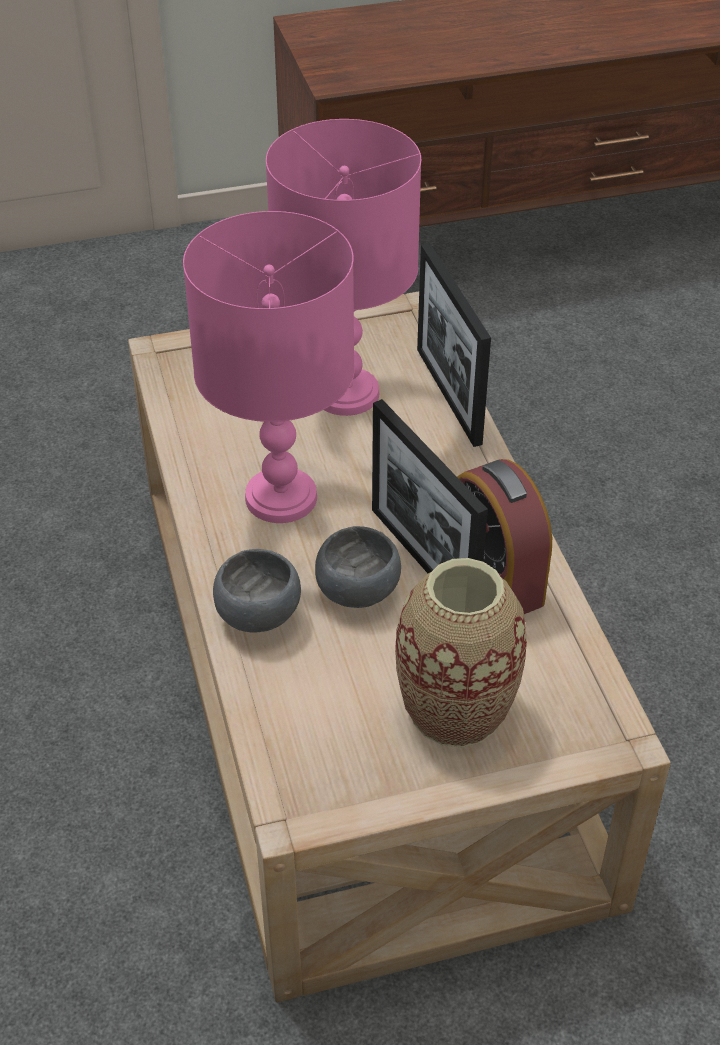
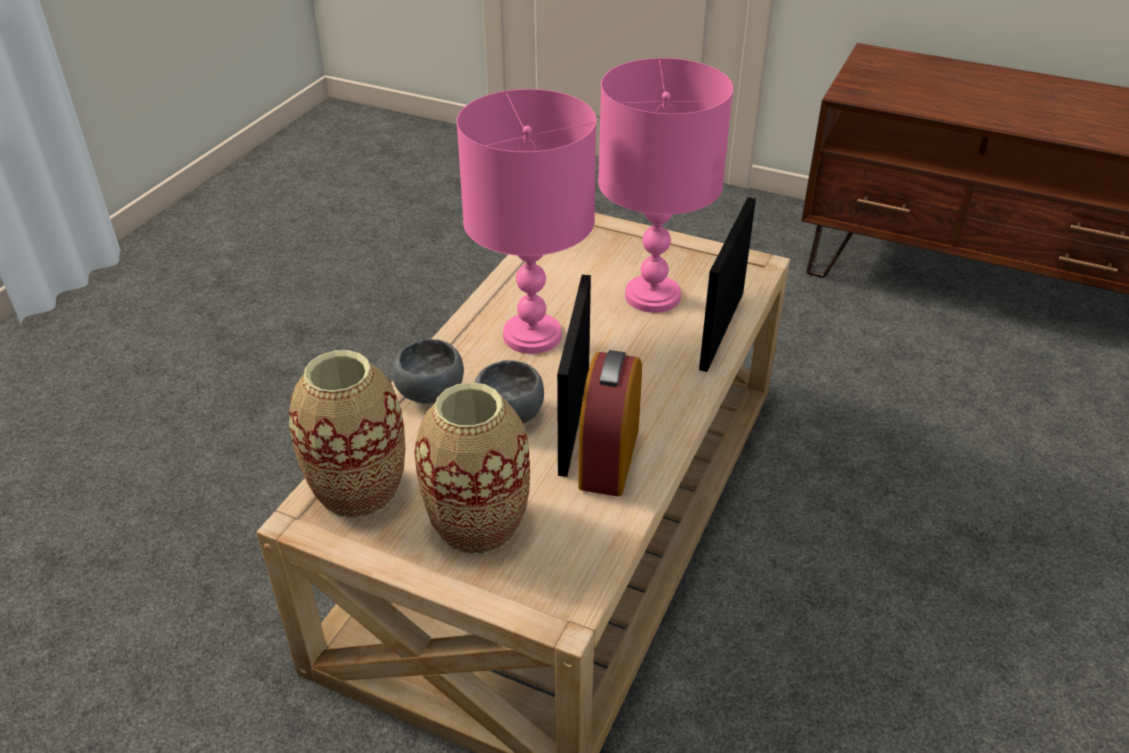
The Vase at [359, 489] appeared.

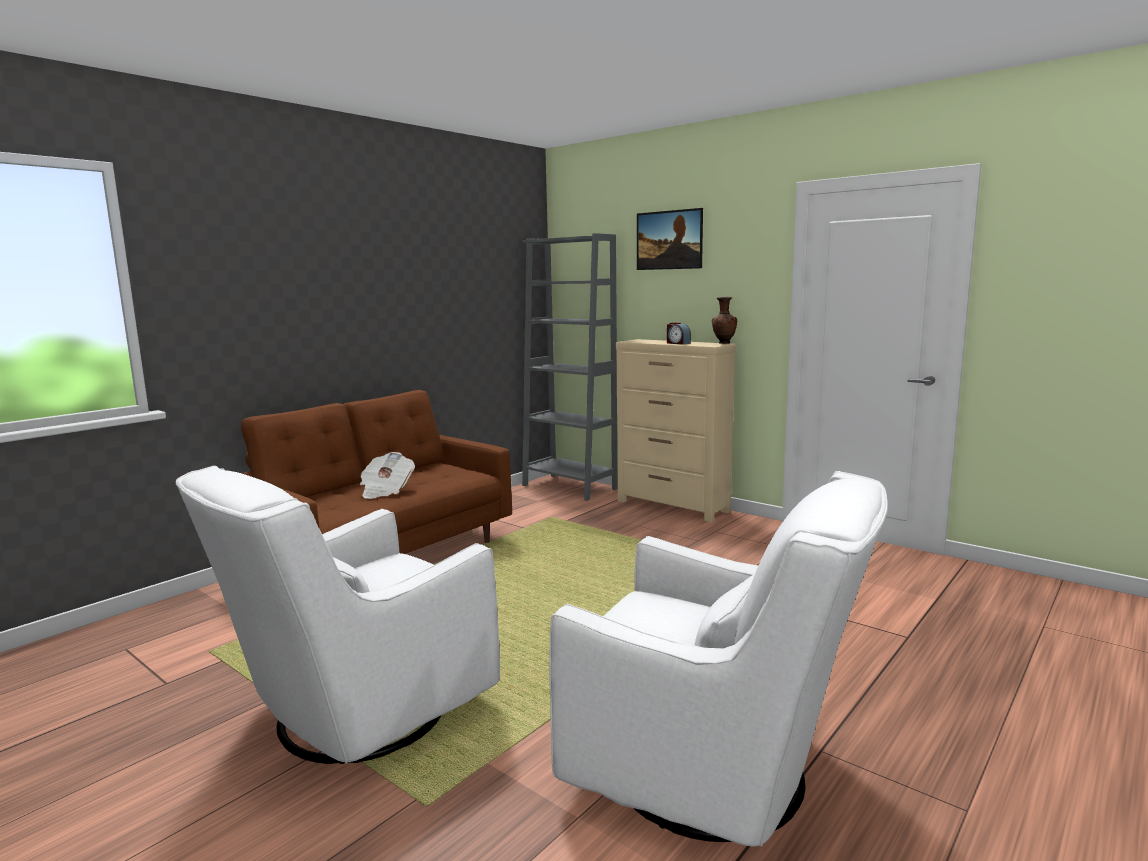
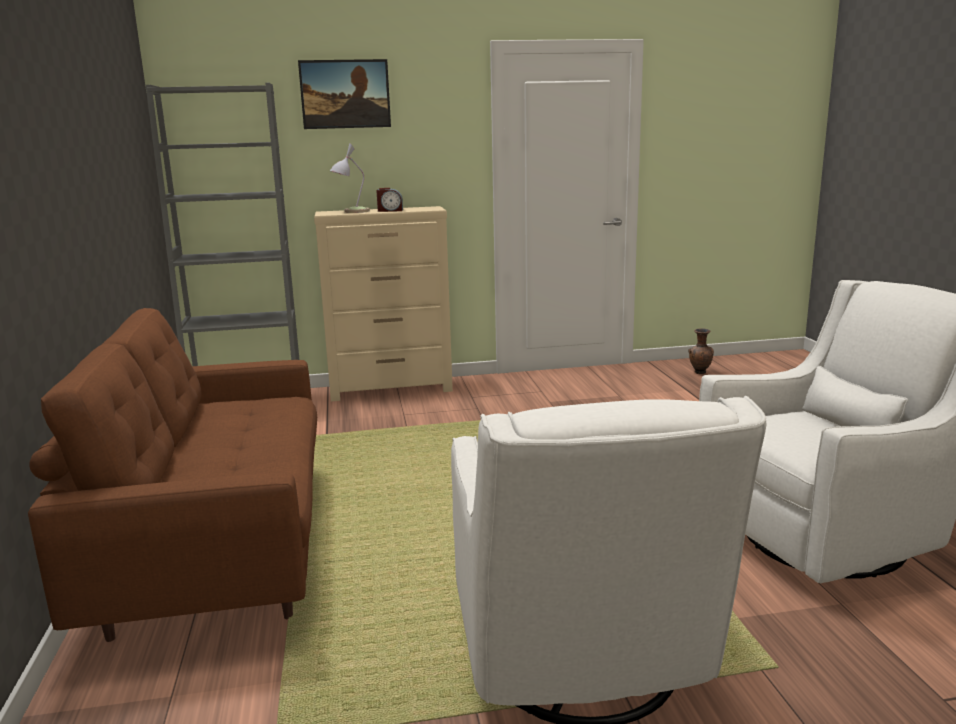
The Newspaper at [386, 490] disappeared. The TableLamp at [351, 212] appeared. The BrownVase moved from [723, 343] to [699, 373].

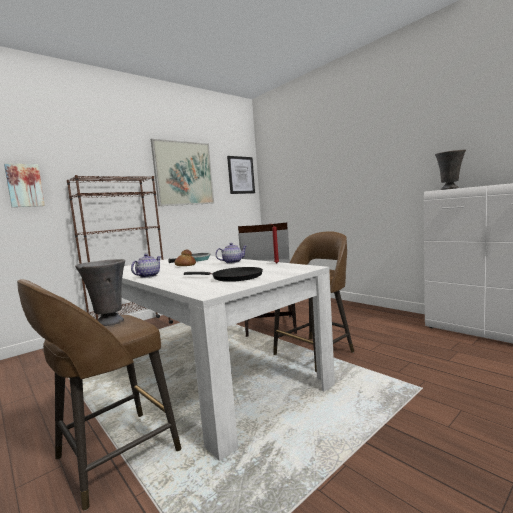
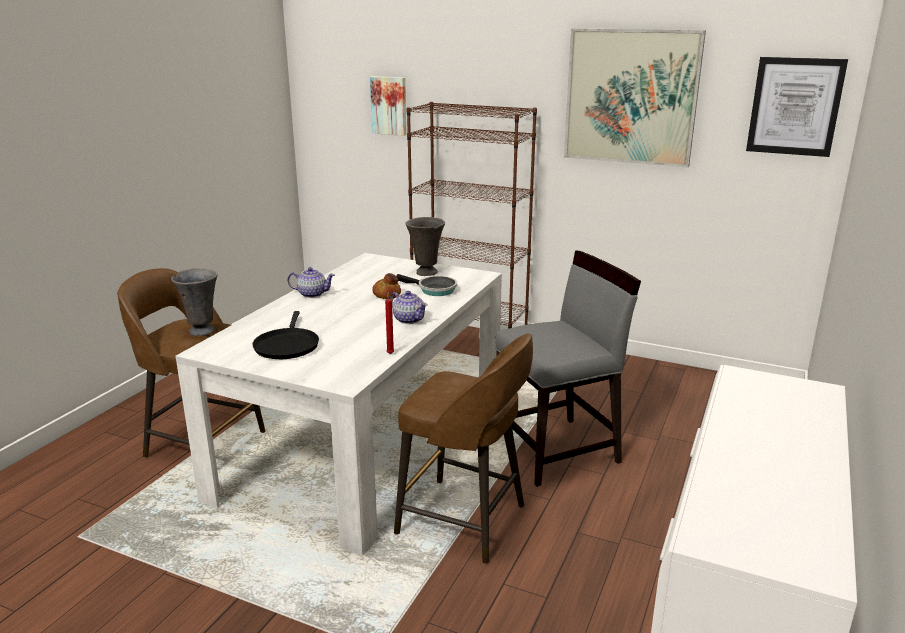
The GreyVase moved from [450, 189] to [425, 273].

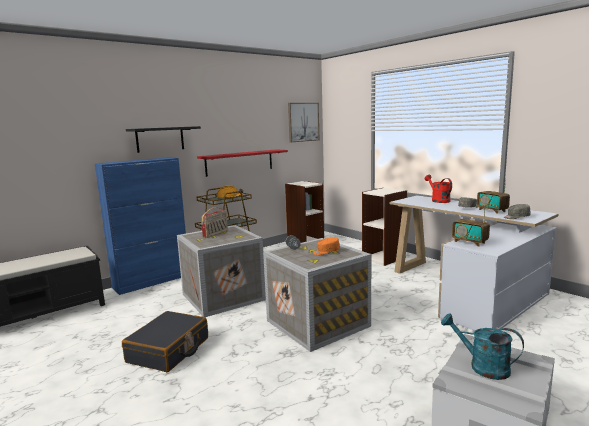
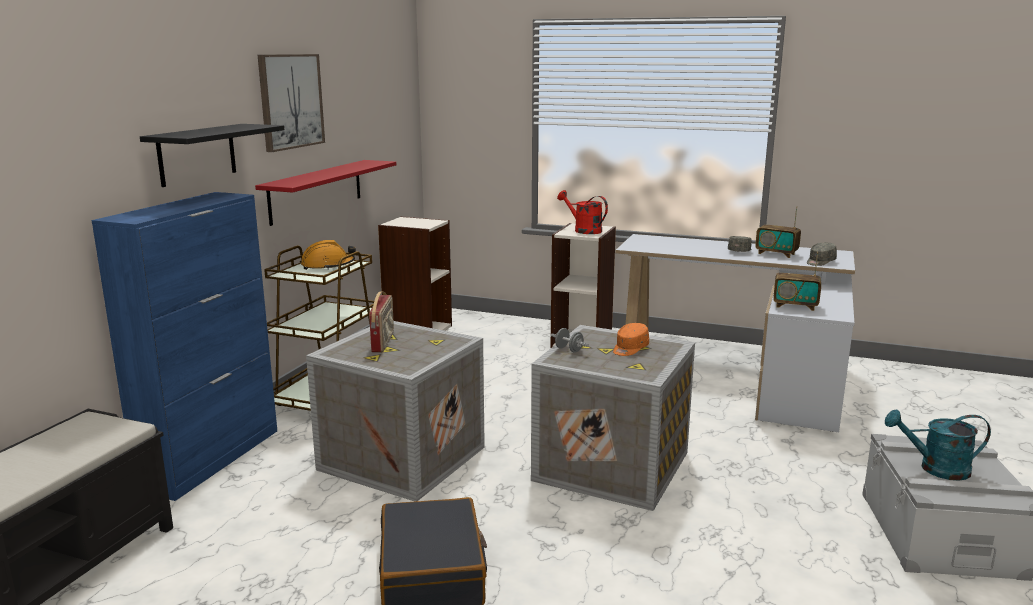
The Picture moved from [303, 122] to [290, 101]. The RedWateringCan moved from [438, 200] to [583, 230].

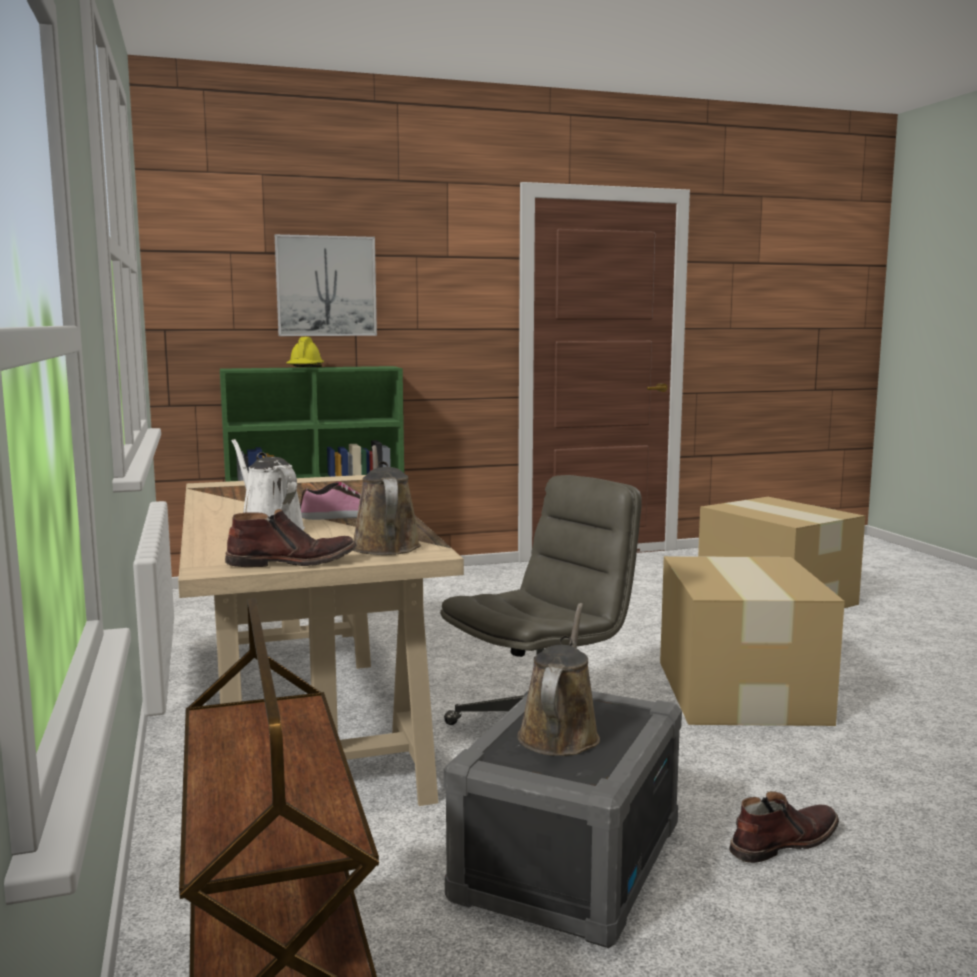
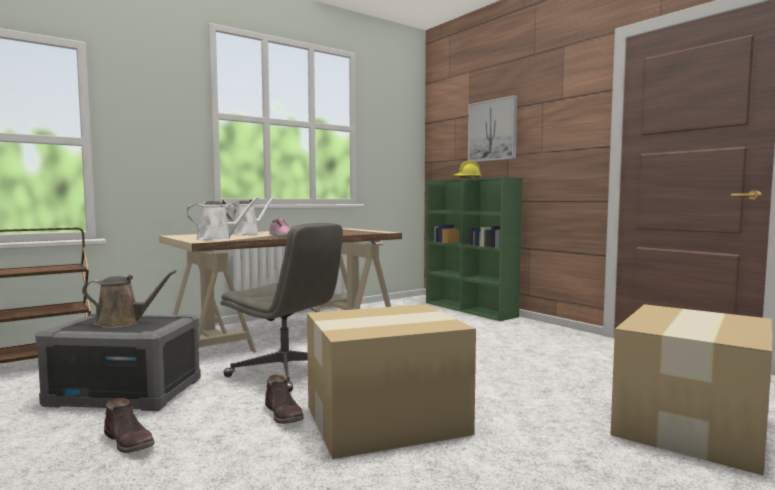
The BrownBoot moved from [292, 562] to [284, 414]. The BrownWateringCan at [384, 545] became the WhiteWateringCan at [218, 239].

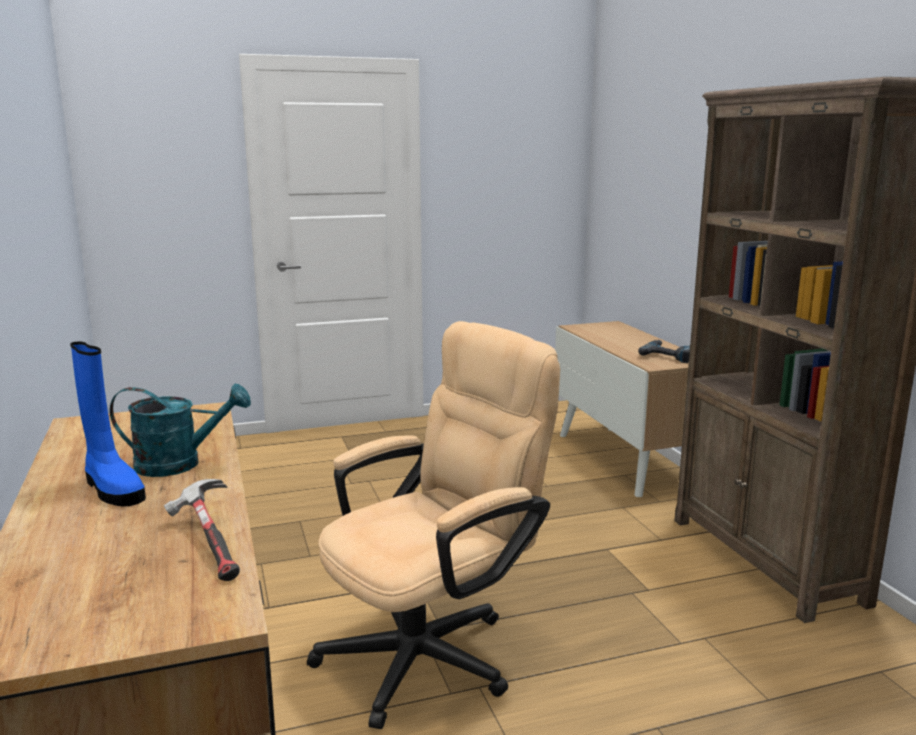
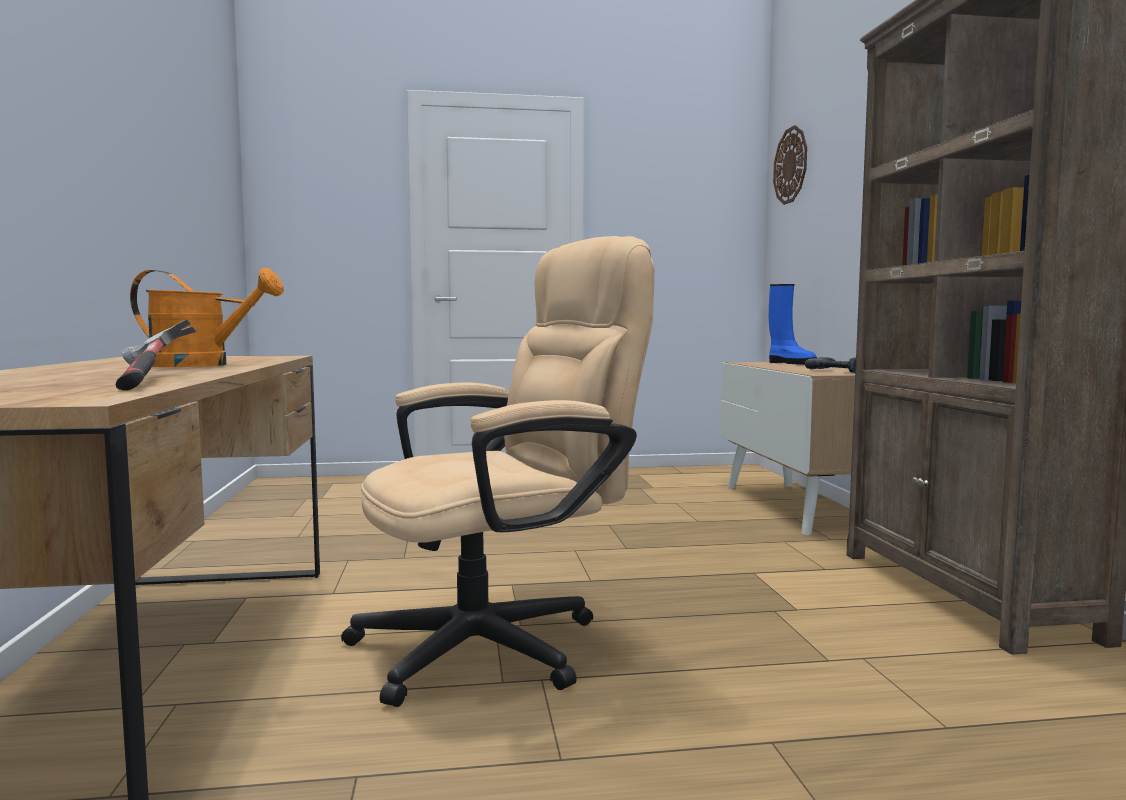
The WallClock at [791, 165] appeared. The BlueBoot moved from [112, 489] to [790, 363]. The TurquoiseWateringCan at [180, 464] became the OrangeWateringCan at [203, 365].

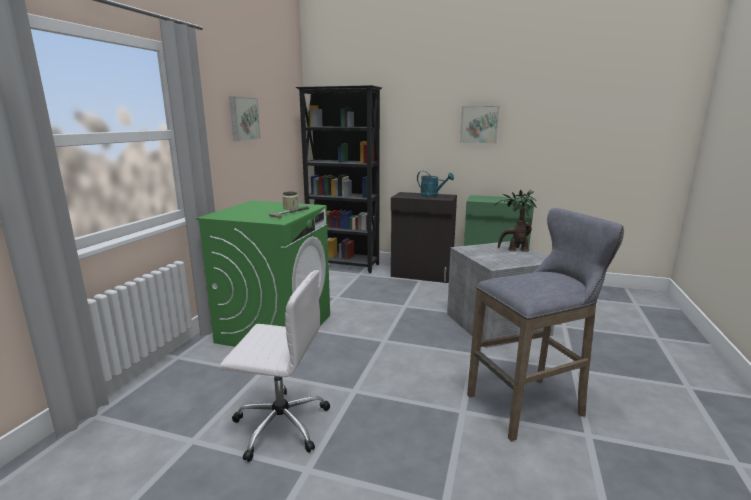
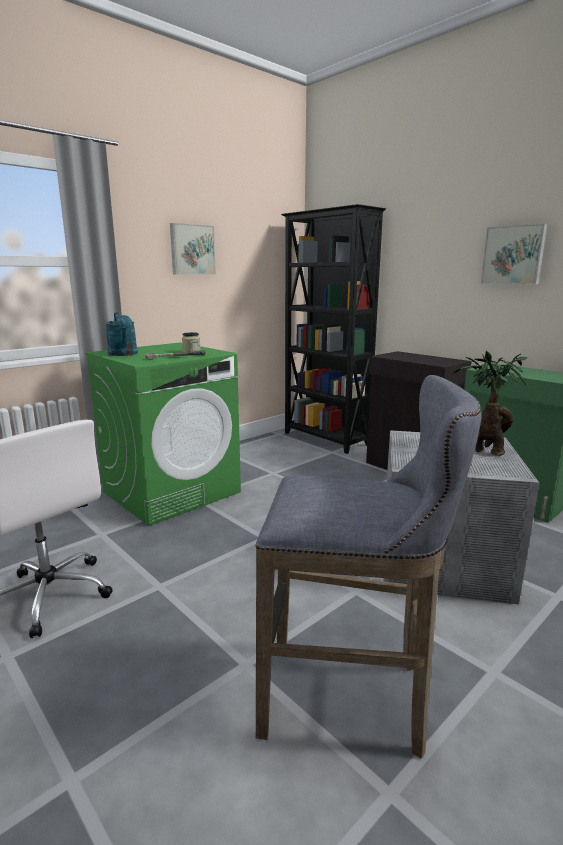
The TurquoiseWateringCan moved from [432, 196] to [124, 354].

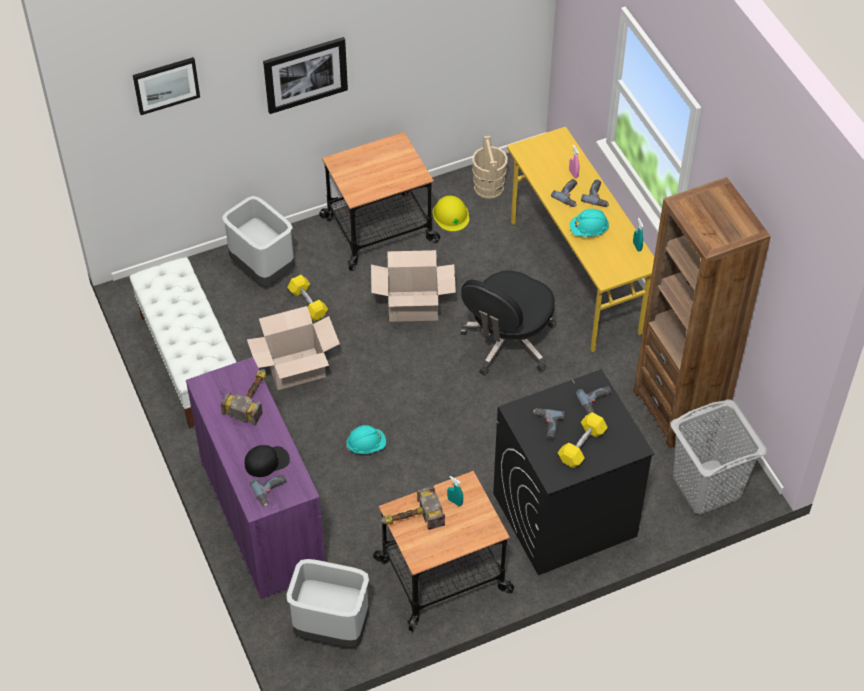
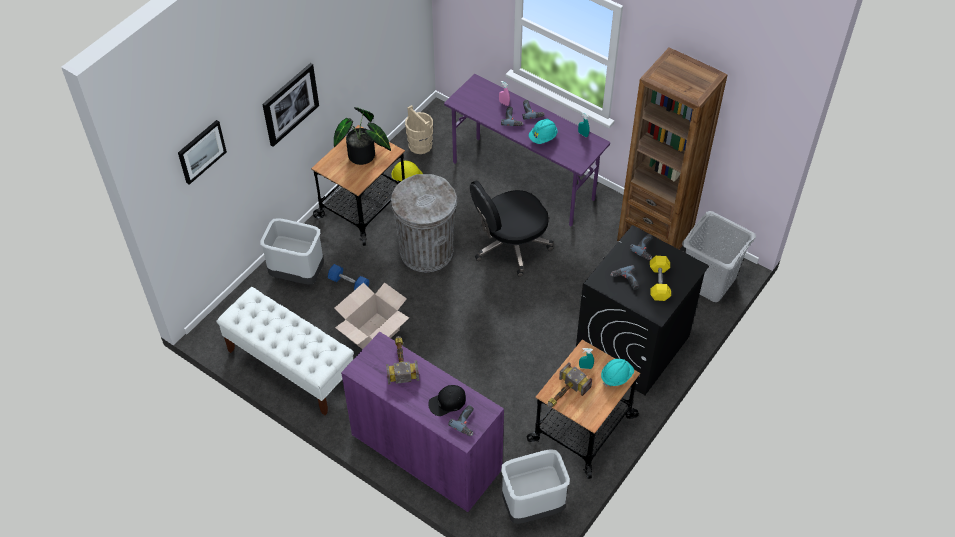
The PottedPlant at [363, 157] appeared. The TurquoiseHardHat moved from [366, 445] to [616, 376]. The CardboardBox at [413, 306] was replaced by the GreyTrashCan at [426, 251]. The YellowDumbbell at [308, 303] became the BlueDumbbell at [349, 283]. The YellowDesk at [575, 277] became the PurpleDesk at [524, 181]. The BlackCap at [267, 461] turned 150 degrees counterclockwise. The BlackOfficeChair at [507, 342] turned 60 degrees clockwise.

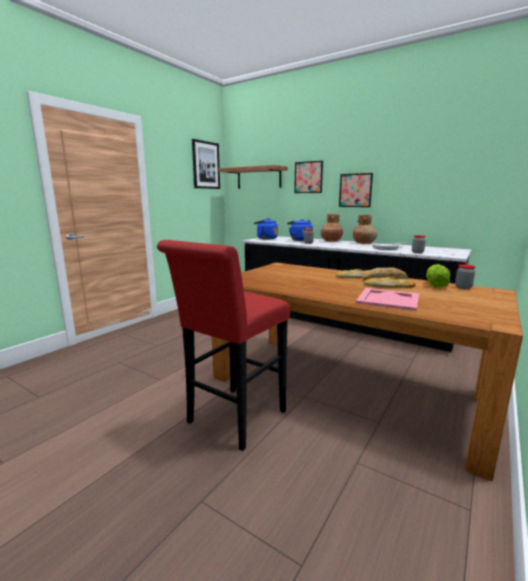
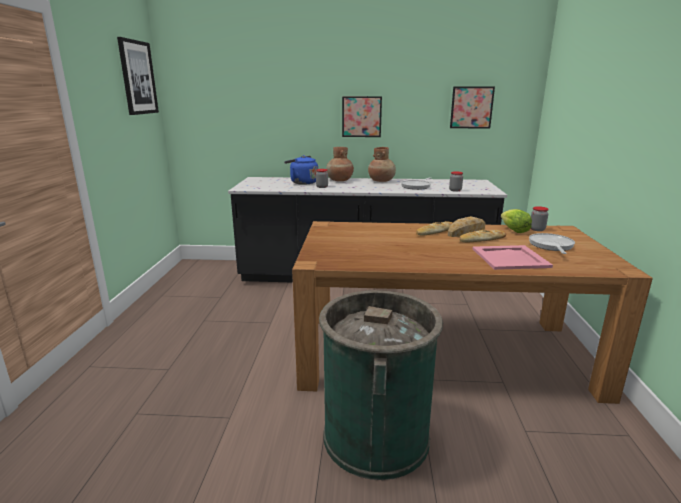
The Shelf at [259, 178] disappeared. The BlueKettle at [265, 238] disappeared. The FryingPan at [551, 246] appeared. The Picture moved from [308, 177] to [471, 107]. The RedStool at [232, 420] was replaced by the GreenTrashCan at [376, 436].

